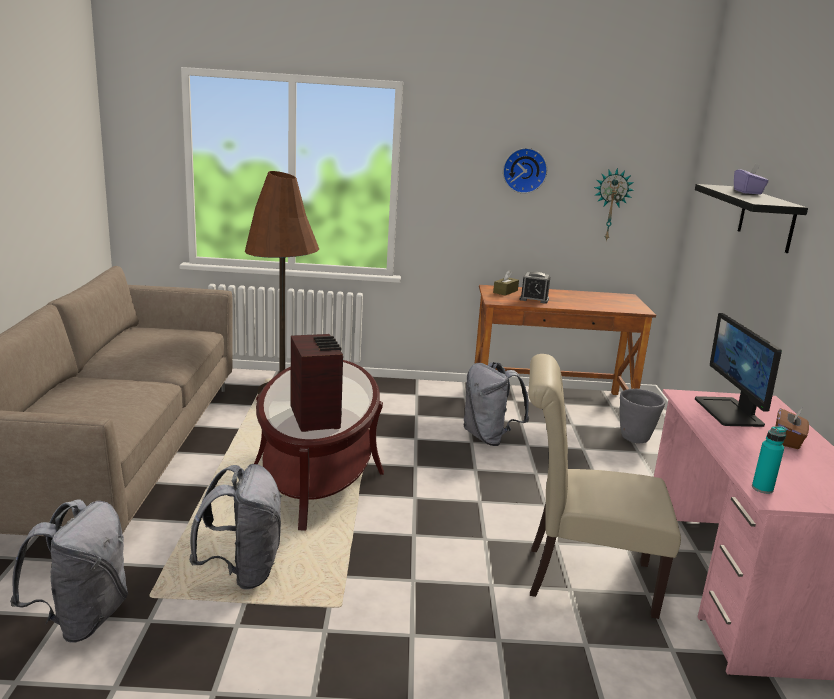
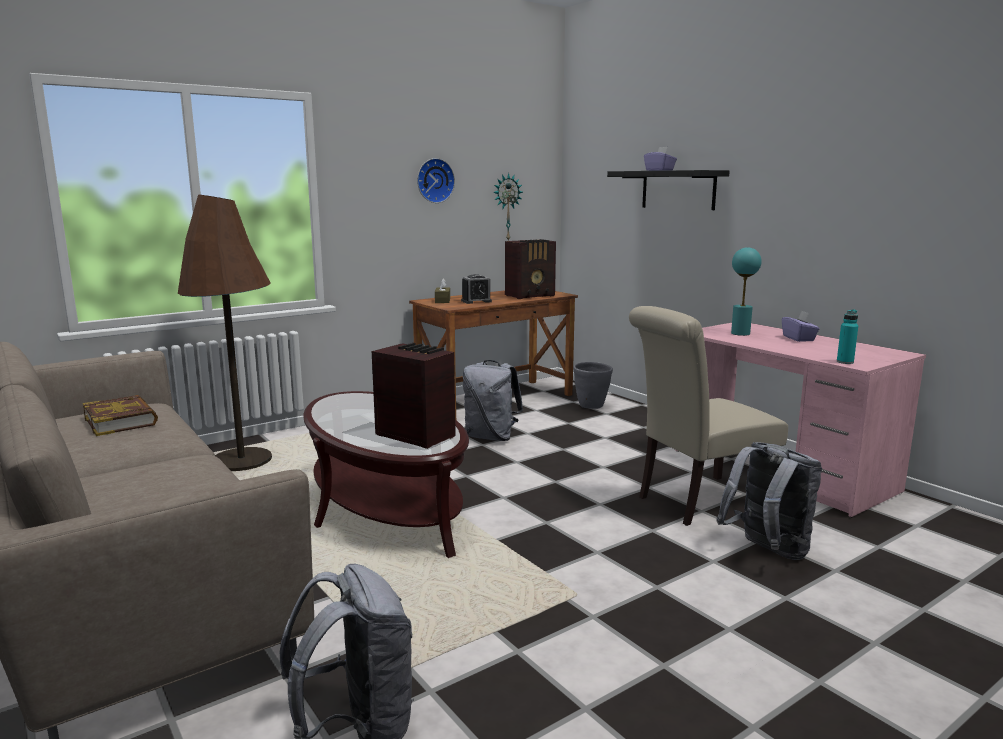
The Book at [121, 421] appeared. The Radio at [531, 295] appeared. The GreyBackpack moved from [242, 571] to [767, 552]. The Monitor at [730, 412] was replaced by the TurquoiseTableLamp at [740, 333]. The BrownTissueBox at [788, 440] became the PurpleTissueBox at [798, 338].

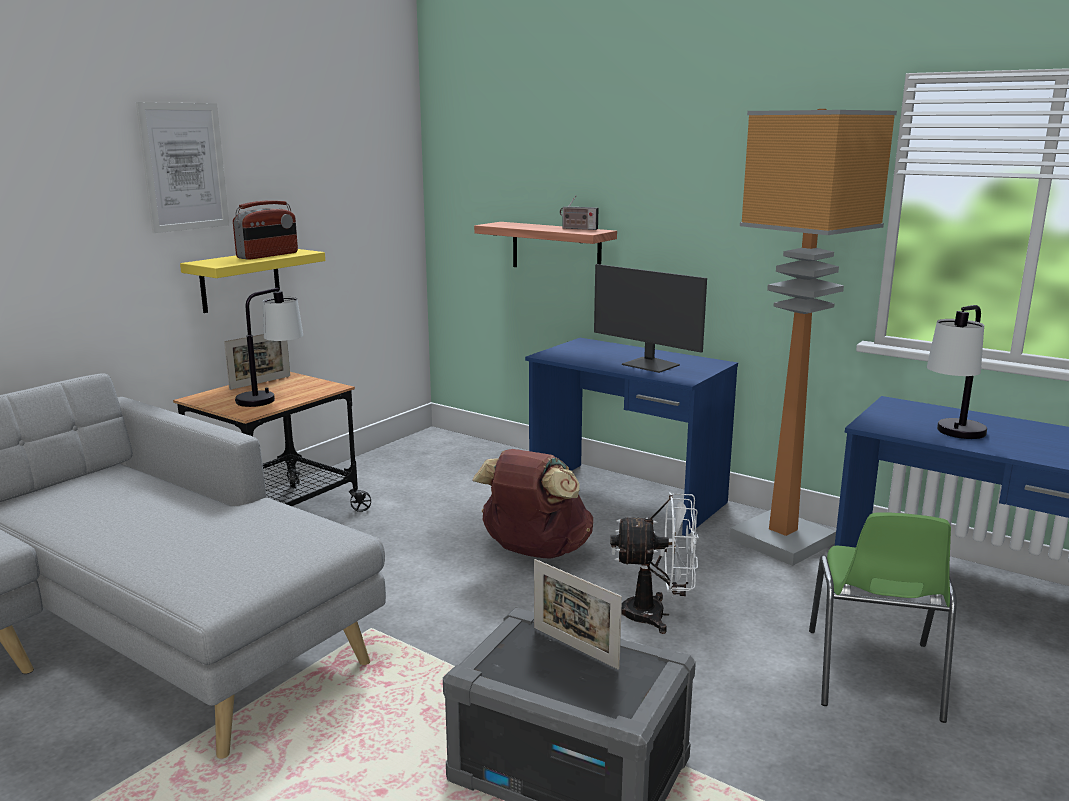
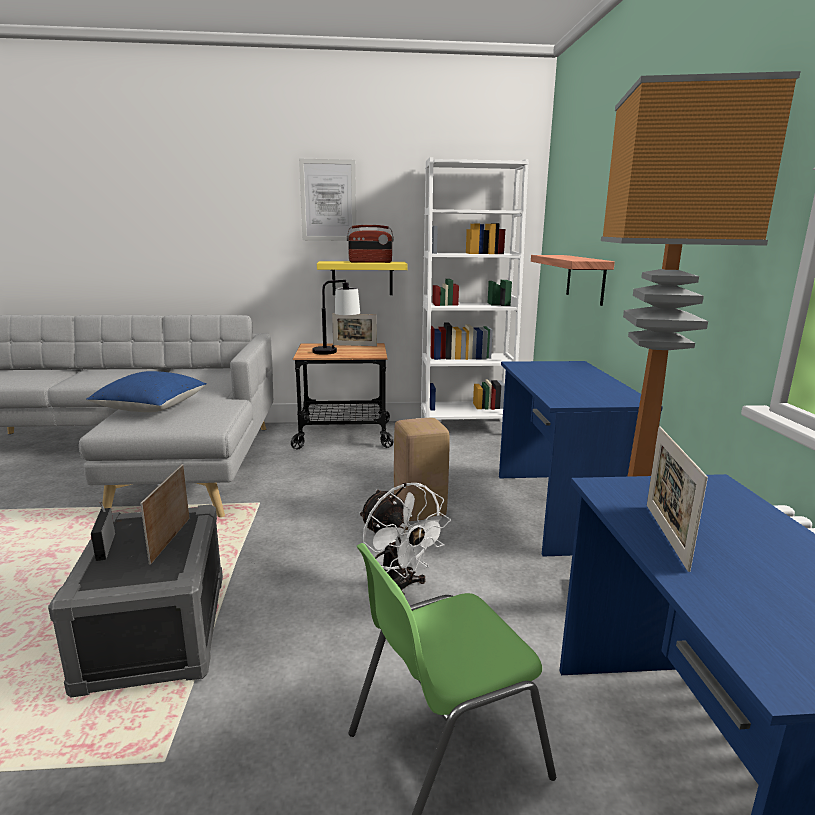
The Monitor at [649, 365] disappeared. The BluePillow at [151, 408] appeared. The WhiteBookcase at [465, 429] appeared. The Radio moved from [578, 228] to [105, 545]. The BrownBackpack at [534, 552] was replaced by the BeigeStool at [418, 511]. The TableLamp at [953, 437] was replaced by the PictureFrame at [666, 535].

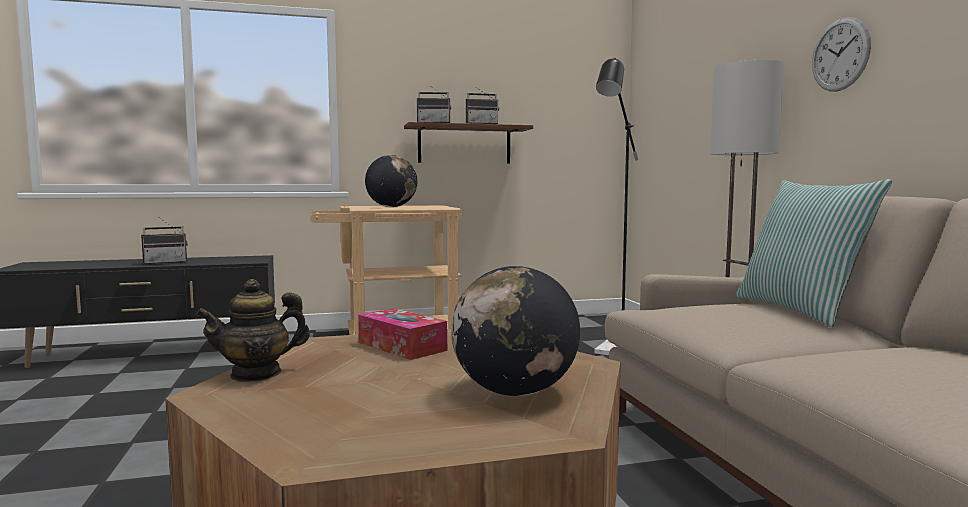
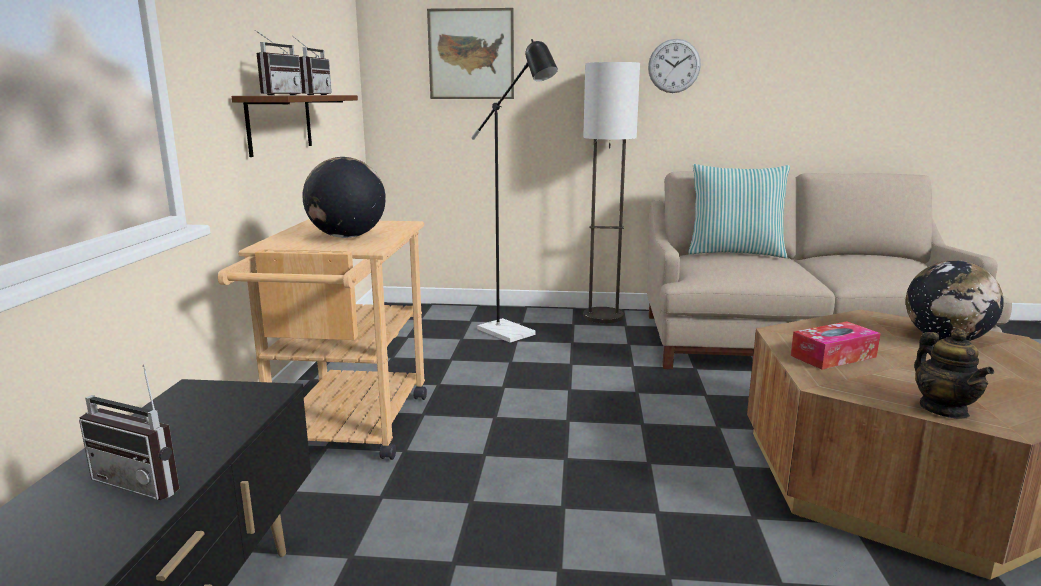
The Picture at [471, 54] appeared. The Radio at [166, 262] turned 120 degrees clockwise.

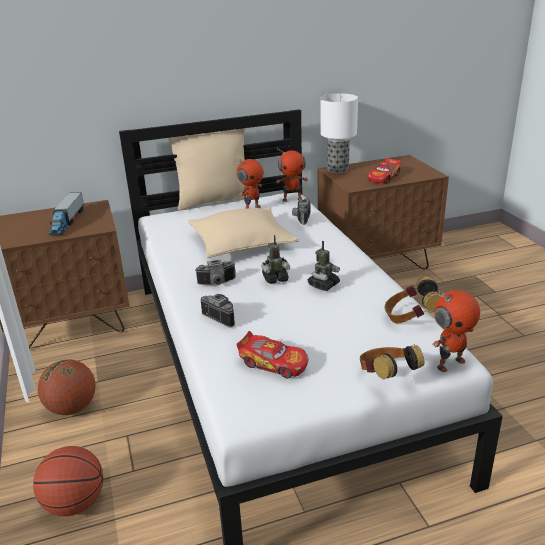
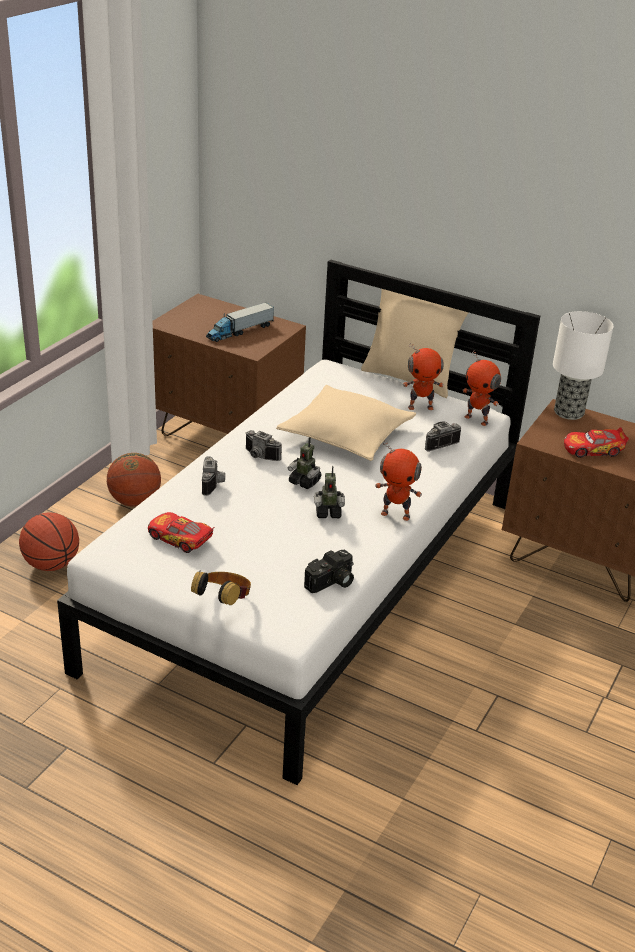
The ToyRobot moved from [449, 363] to [396, 514]. The Headphones at [410, 318] was replaced by the PhotoCamera at [331, 583]. The ToyCar at [274, 363] turned 135 degrees clockwise.

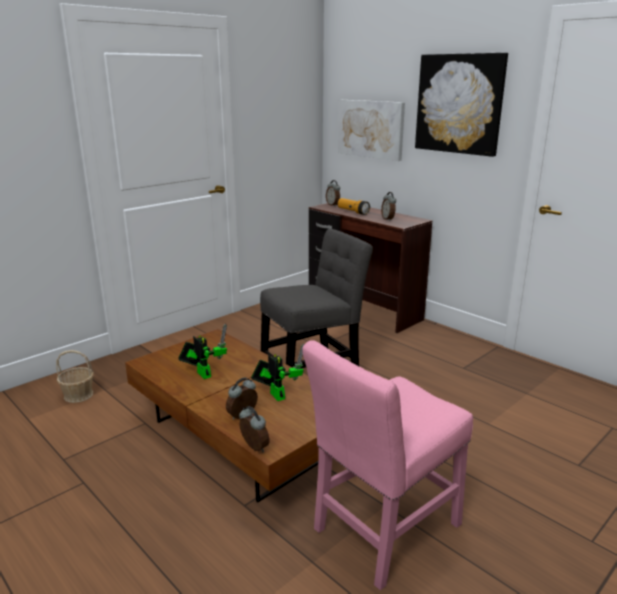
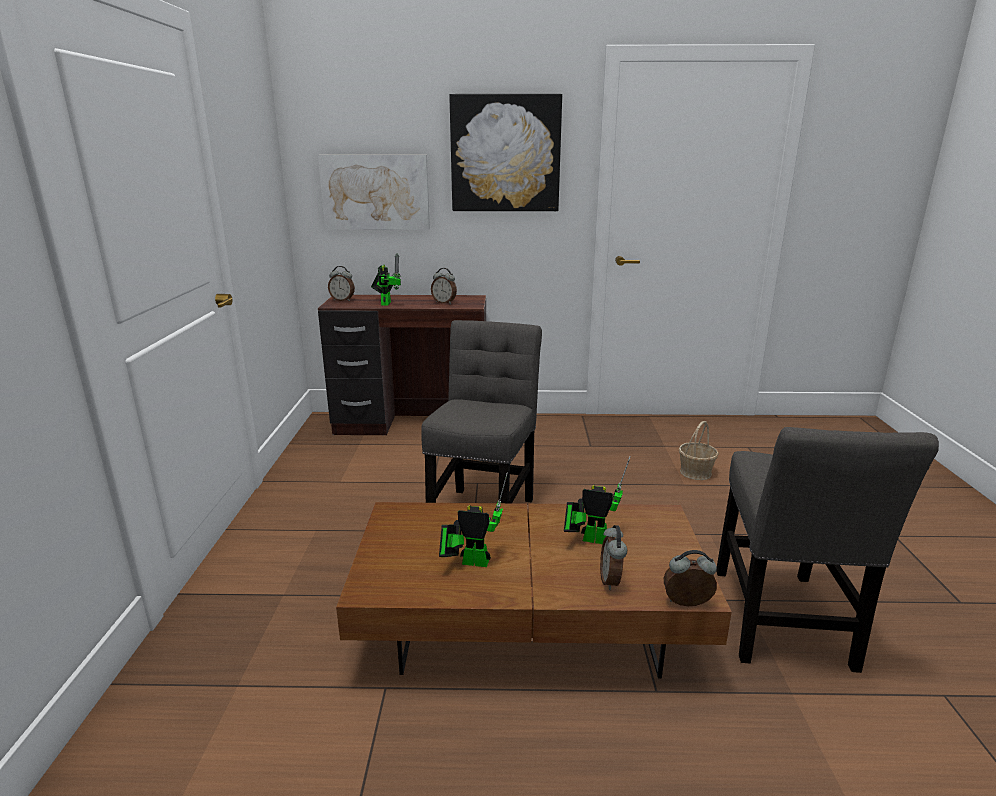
The Basket moved from [78, 395] to [696, 472]. The Flashlight at [353, 212] was replaced by the ToyRobot at [386, 303]. The PinkChair at [383, 532] became the GreyChair at [781, 623].

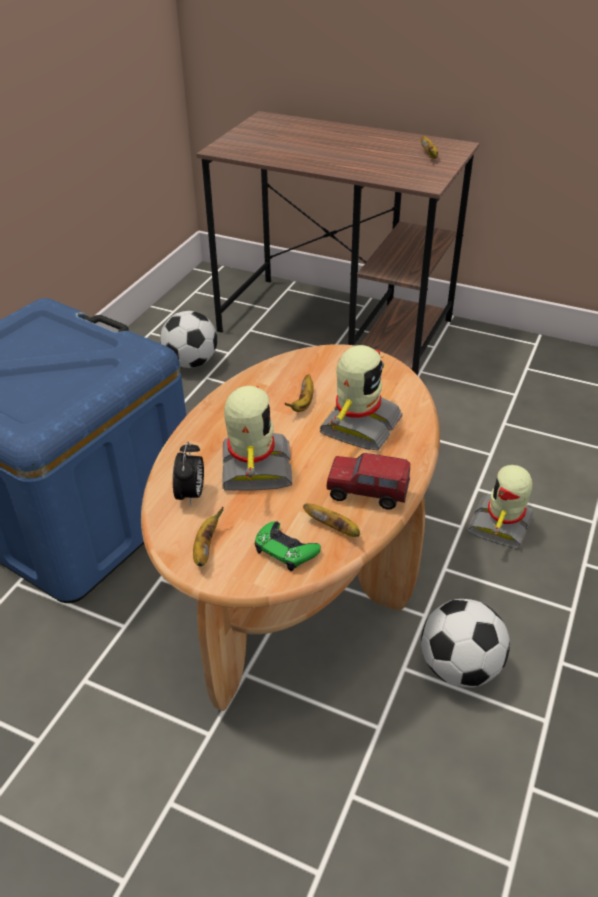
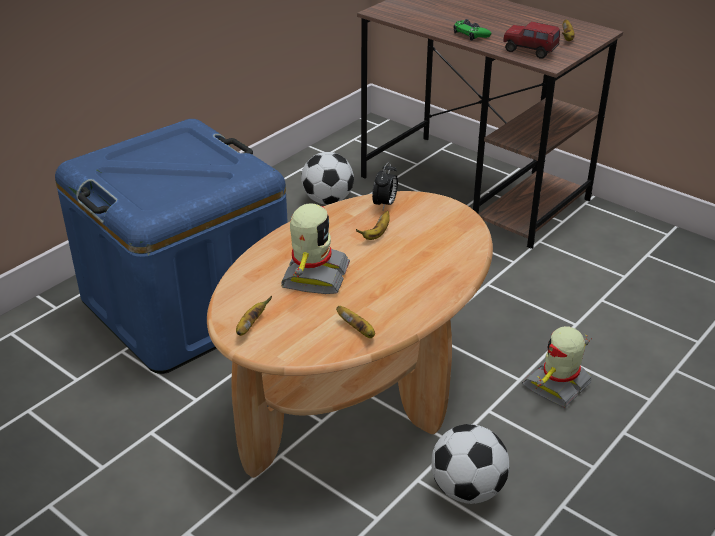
The ToyRobot at [358, 425] disappeared. The AlarmClock moved from [191, 495] to [385, 204]. The GreenGameController moved from [285, 550] to [471, 34]. The ToyTruck moved from [367, 495] to [530, 52].

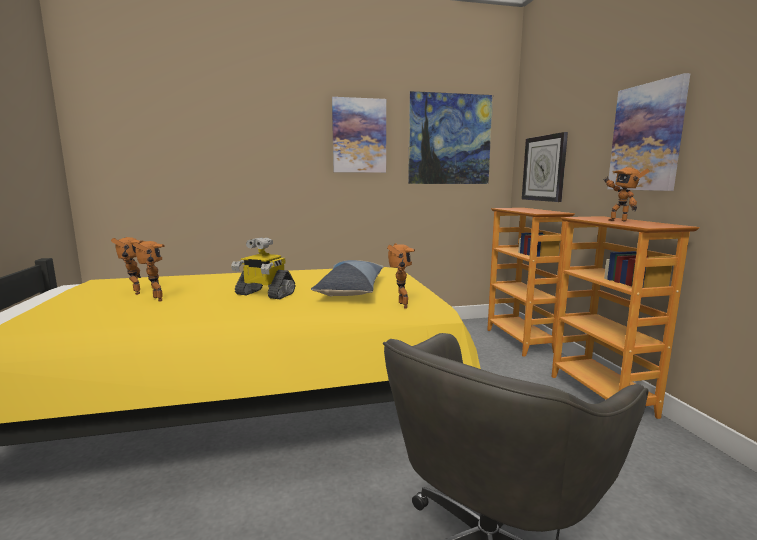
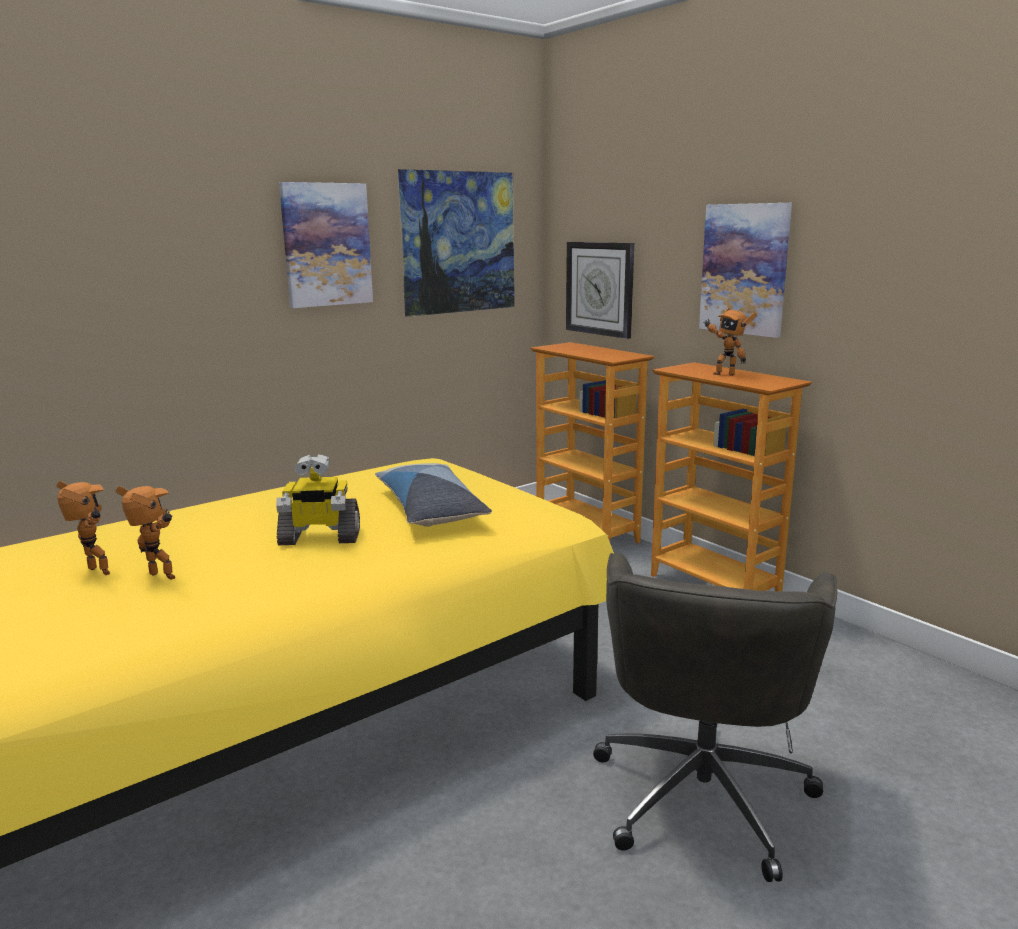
The ToyRobot at [400, 305] disappeared.

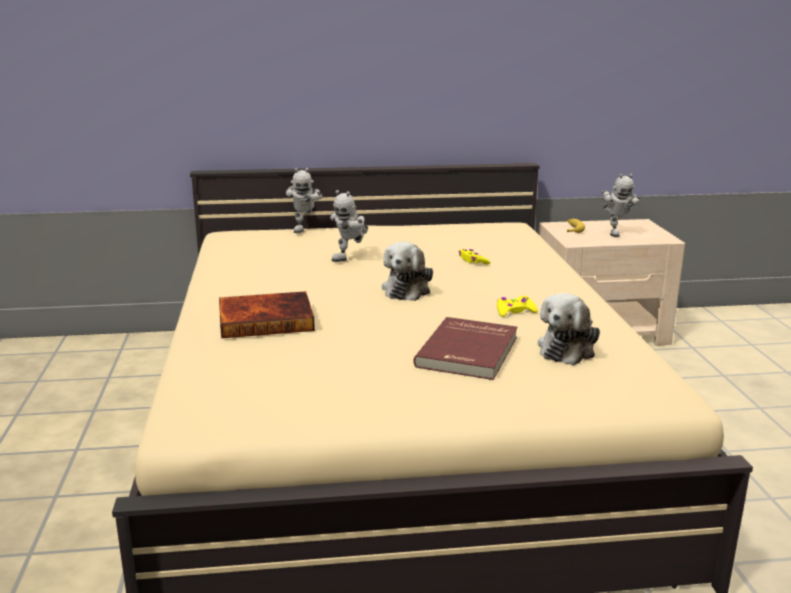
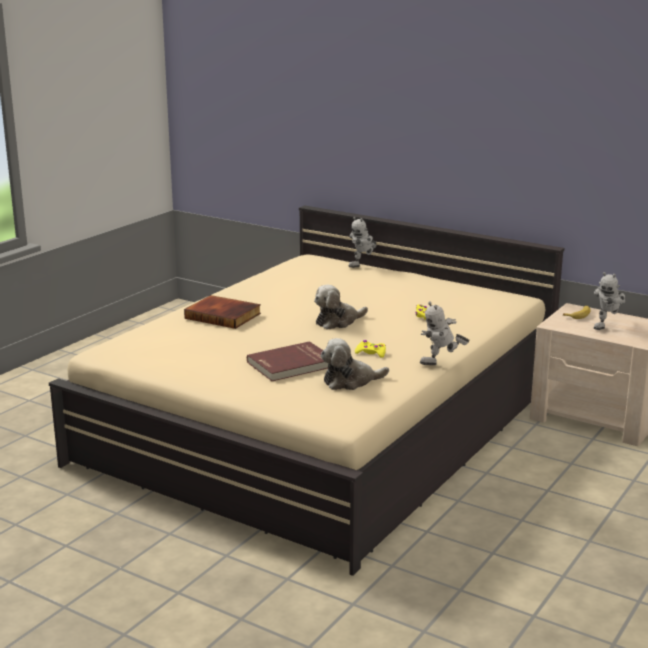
The ToyRobot moved from [351, 258] to [441, 364].

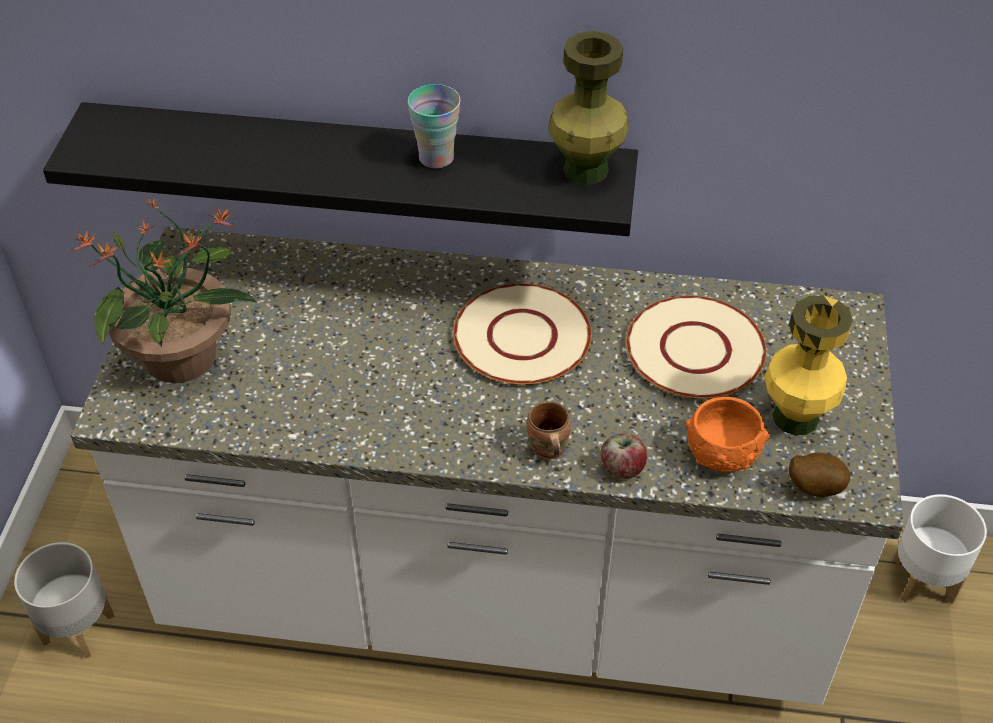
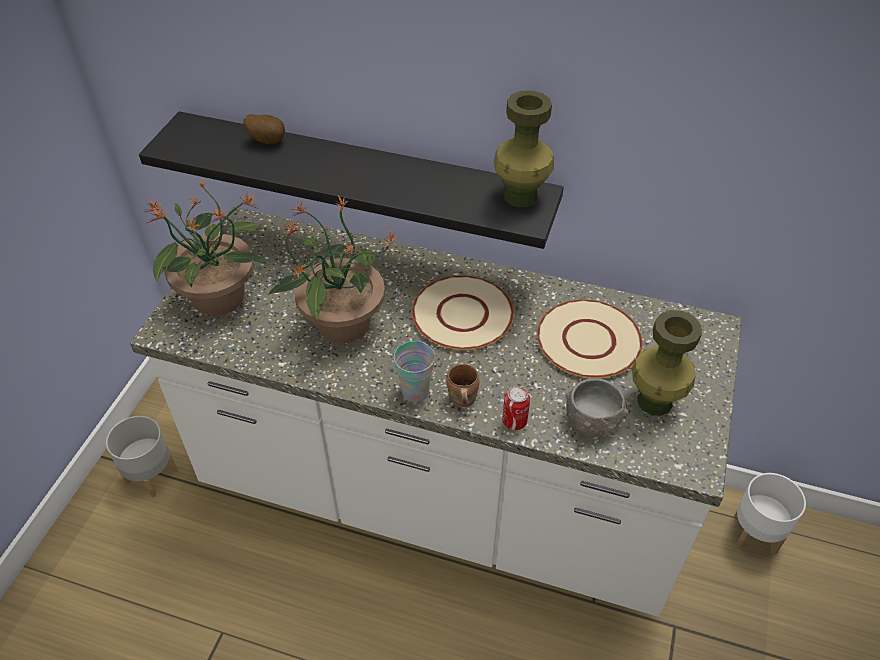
The PottedPlant at [341, 324] appeared. The Cup moved from [436, 158] to [415, 391]. The Potato moved from [813, 487] to [268, 141]. The Apple at [622, 468] was replaced by the Can at [514, 421]. The OrangeBowl at [722, 452] became the GreyBowl at [592, 420]. The YellowVase at [794, 417] became the GreenVase at [654, 401].

